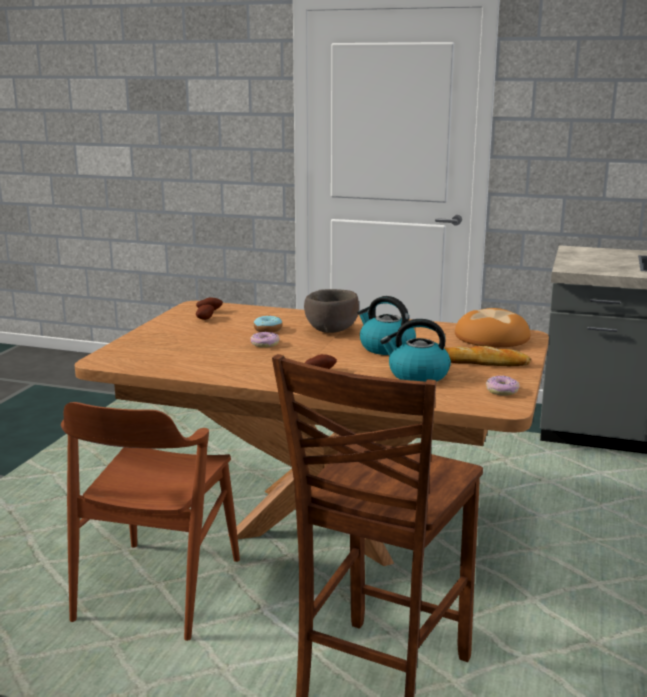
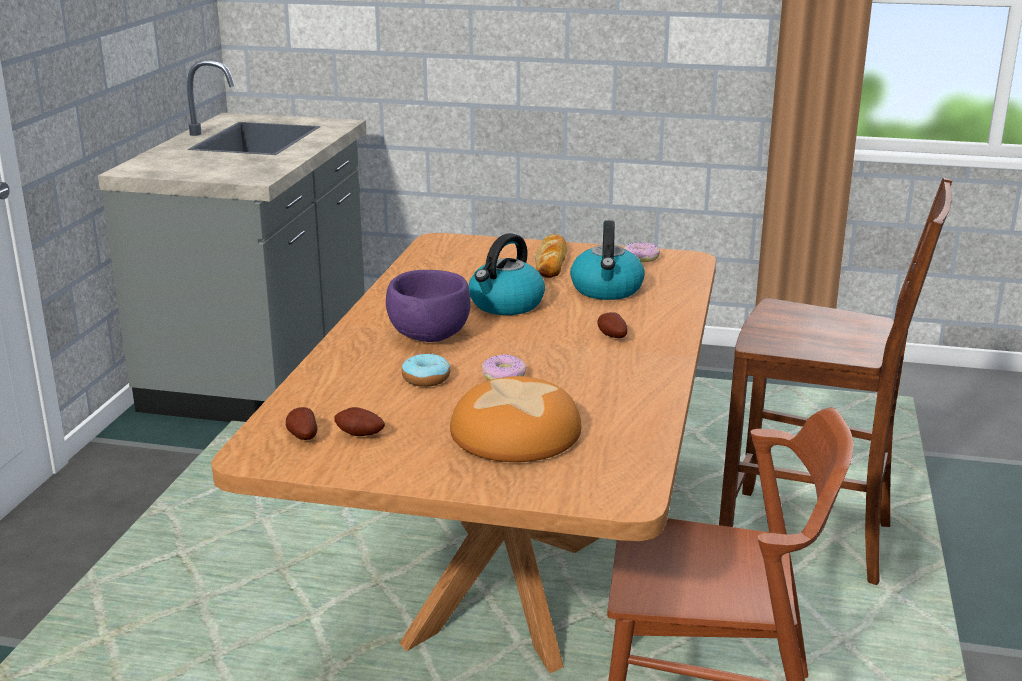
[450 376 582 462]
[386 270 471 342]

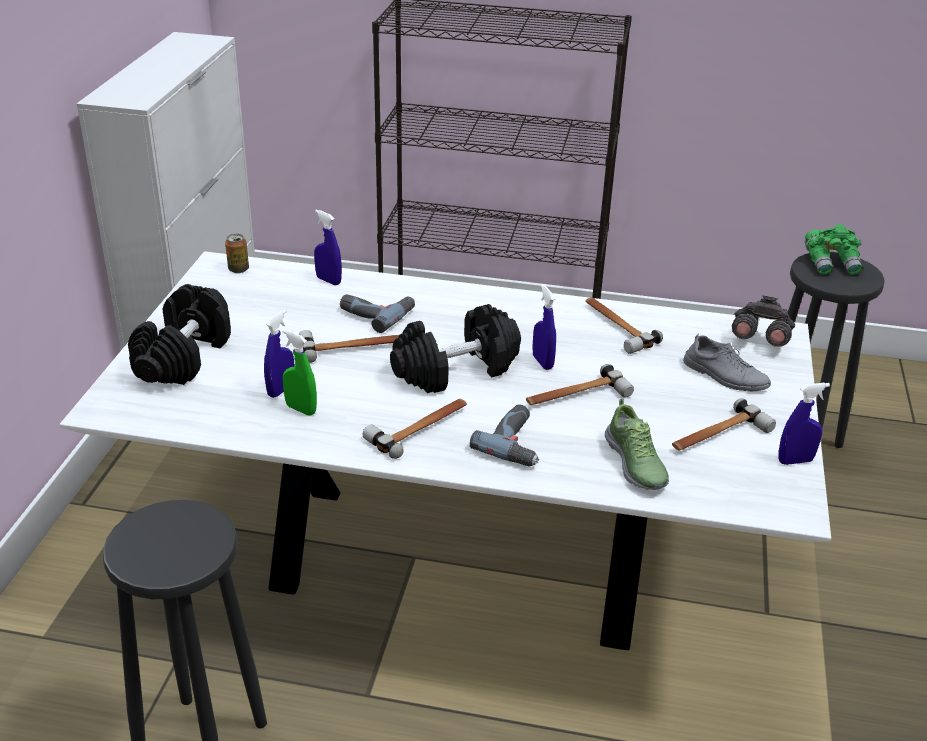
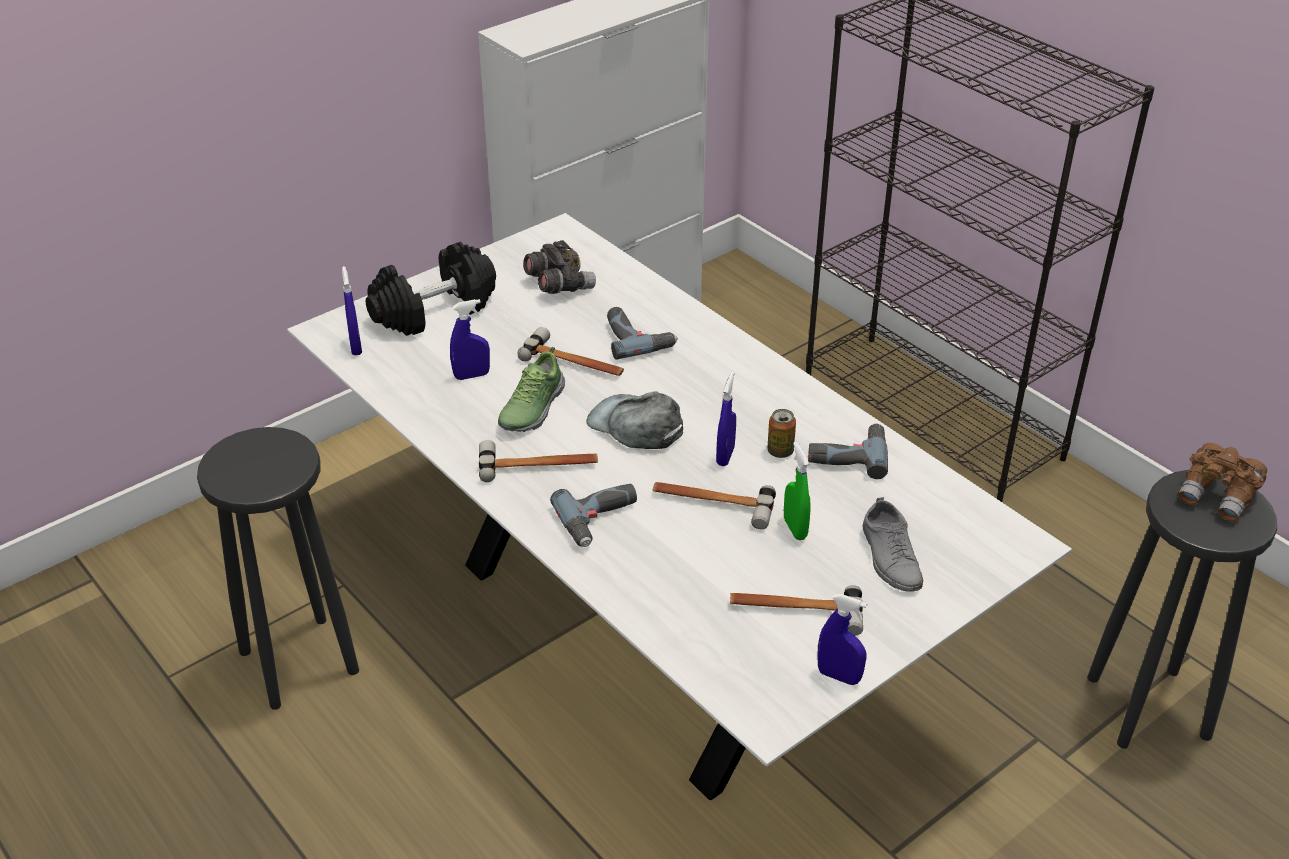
[767 409 796 458]
[784 442 810 540]
[342 266 362 355]
[498 347 565 432]
[523 240 596 294]
[586 391 683 449]
[808 424 888 479]
[1178 443 1267 522]

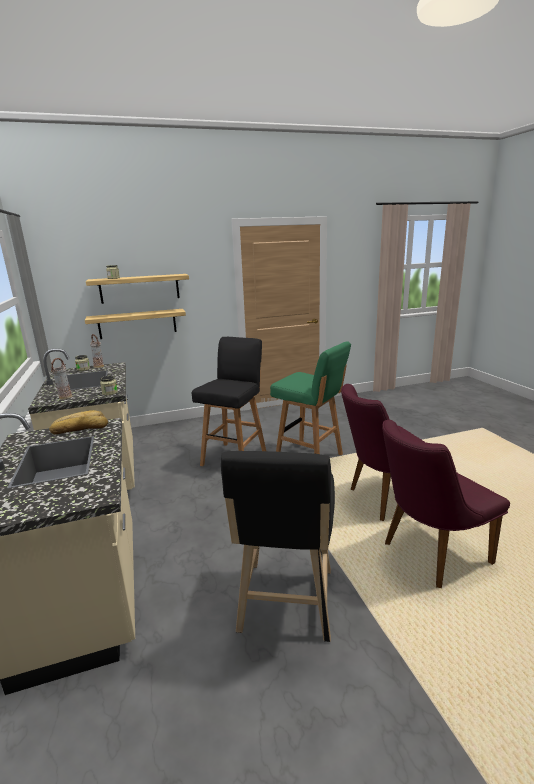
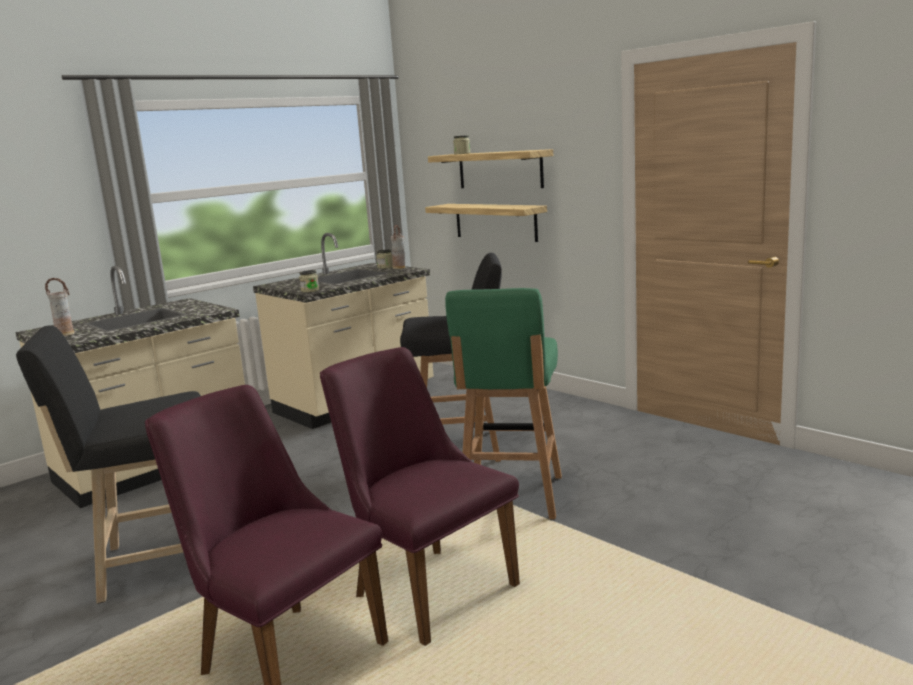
[49 410 108 434] (first image)
[45 278 74 336]

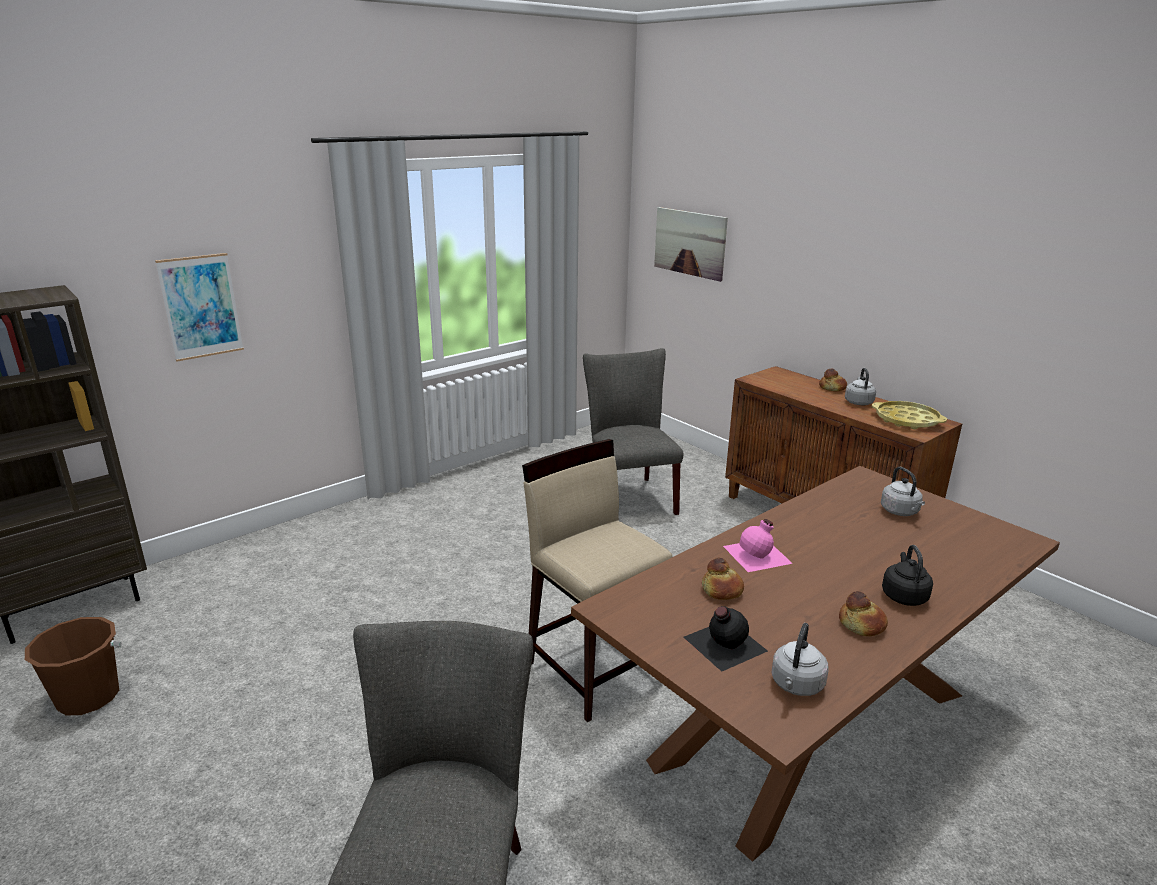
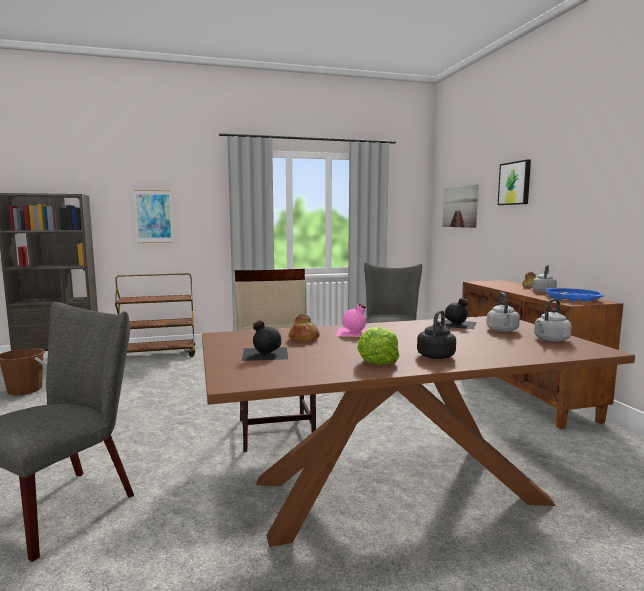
[115 273 195 357]
[440 298 477 329]
[498 160 531 205]
[534 299 572 342]
[357 327 400 365]
[546 288 604 302]

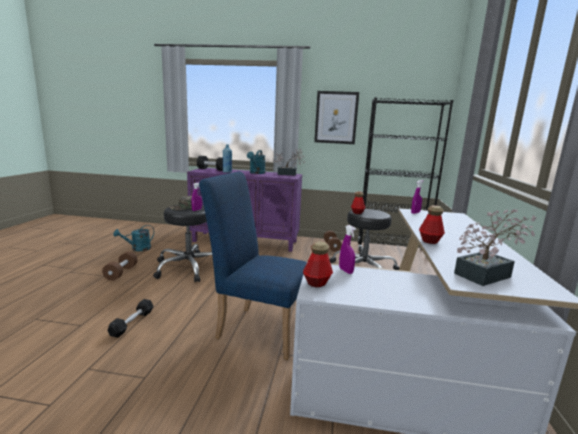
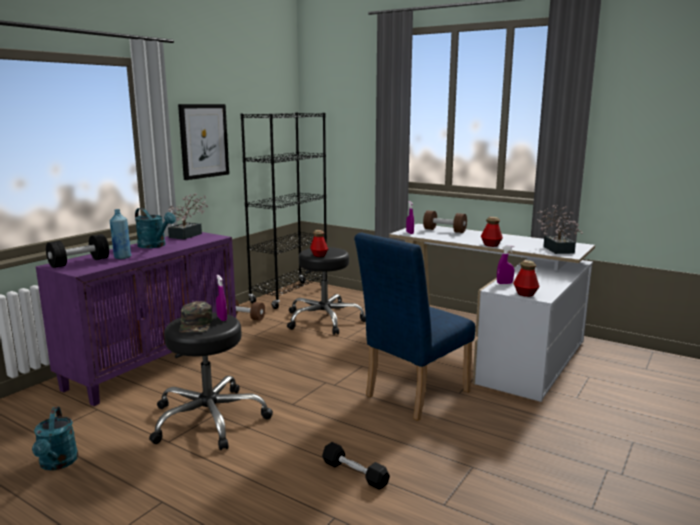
[423 210 467 233]

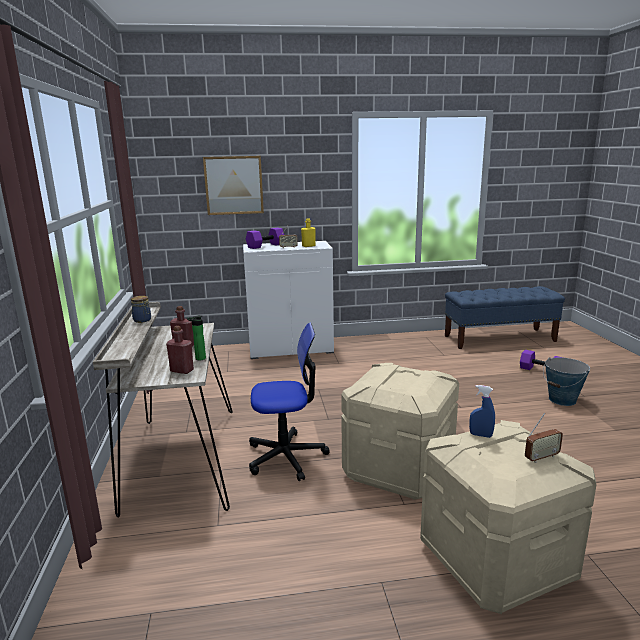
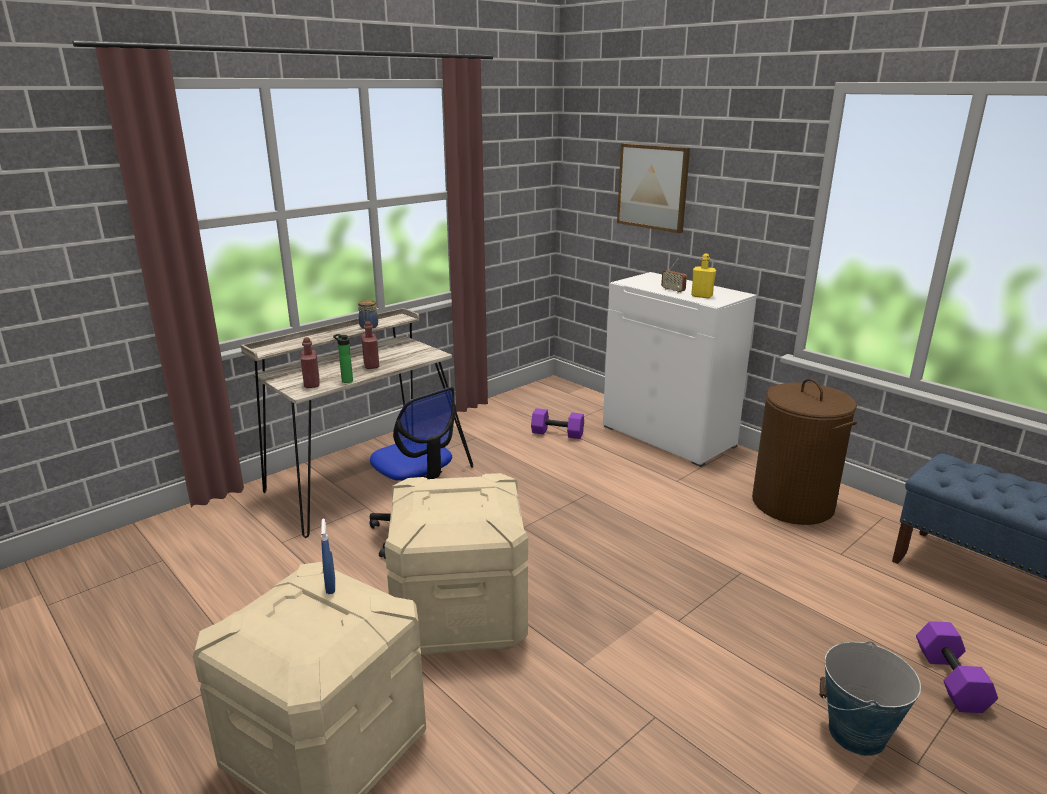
[525 413 563 463] (first image)
[752 378 857 525]
[531 408 584 439]

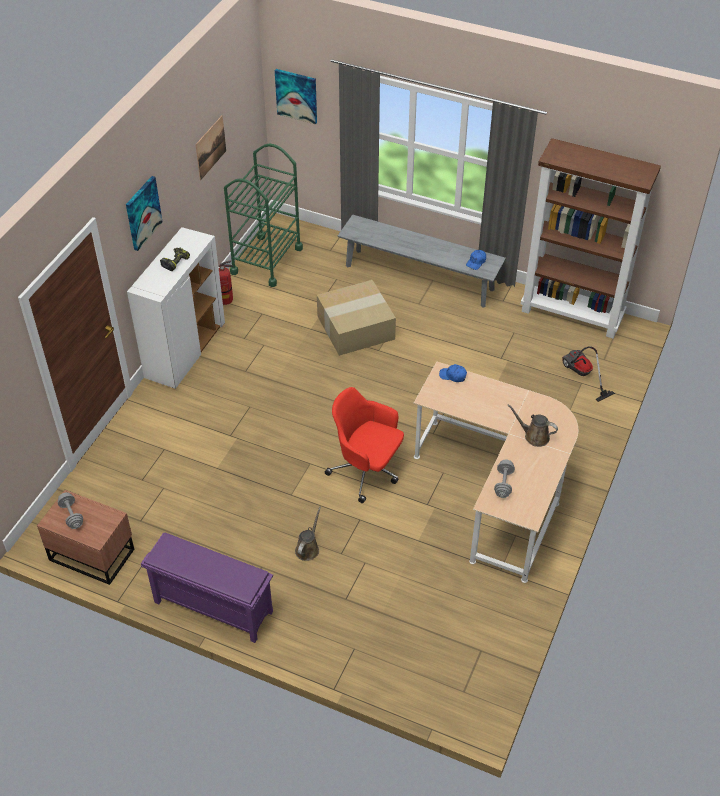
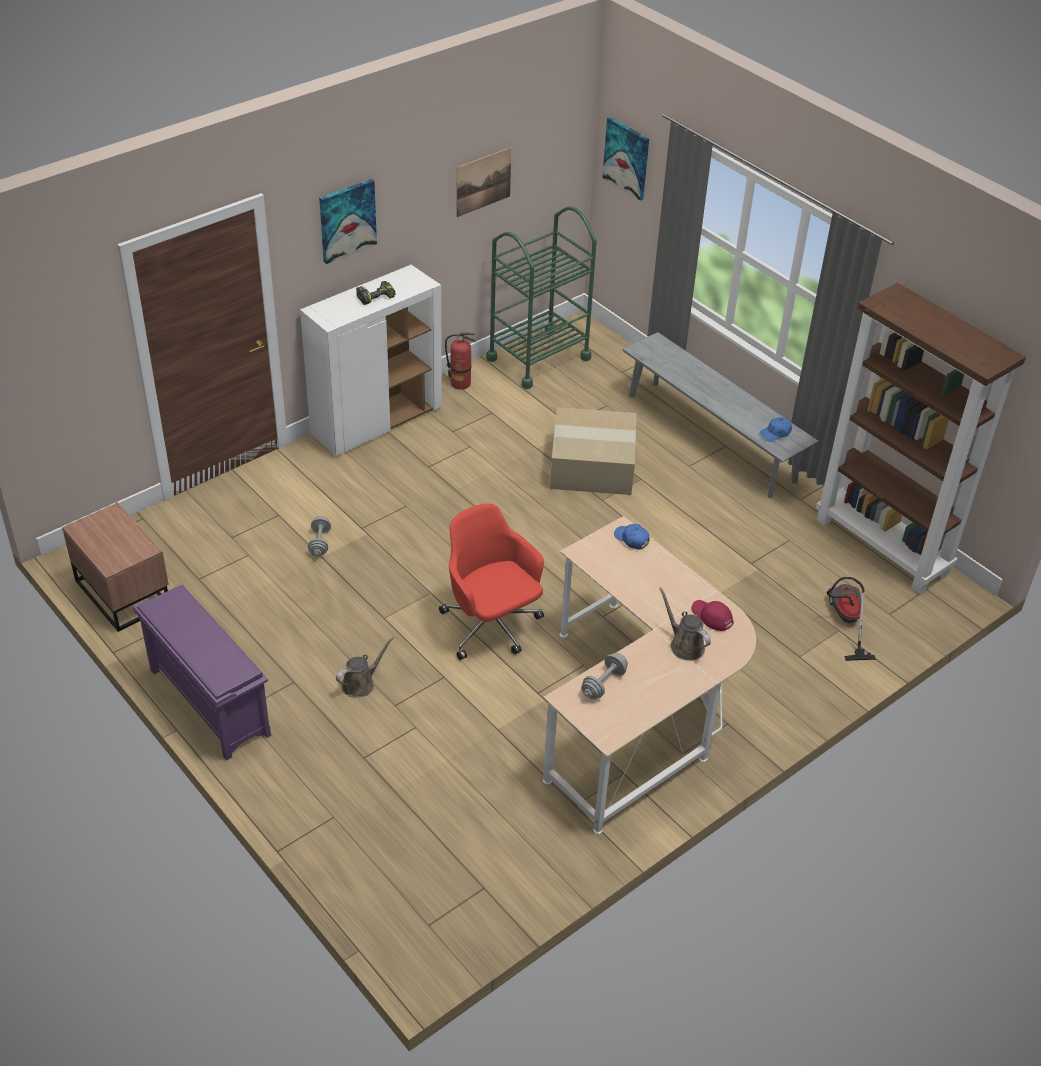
[691 600 734 631]
[308 516 331 557]

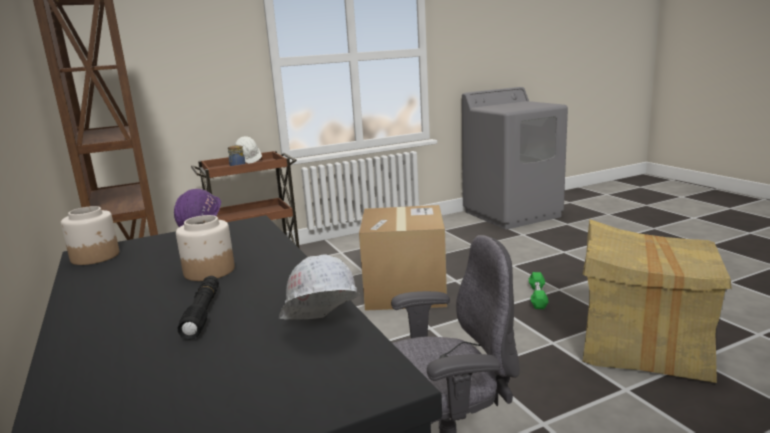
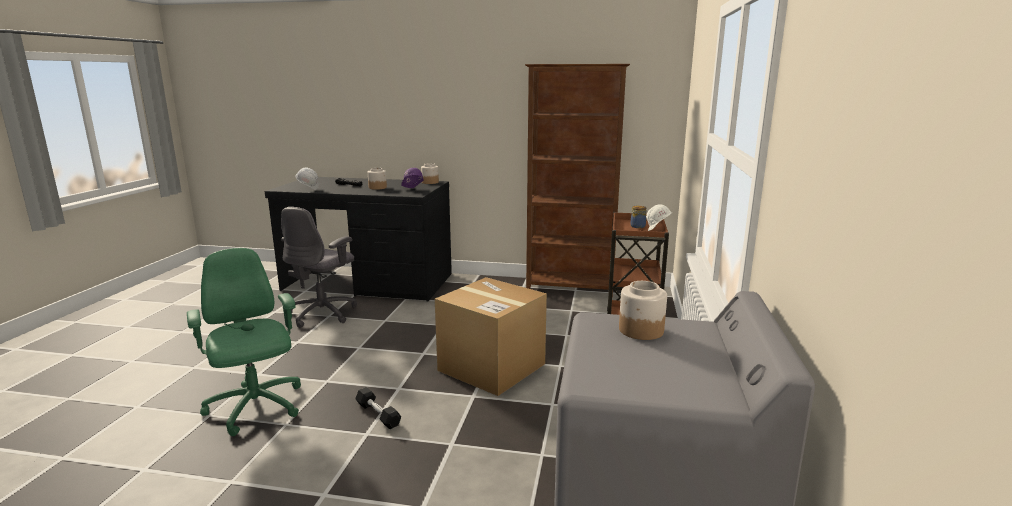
[619 281 667 340]
[187 248 301 436]
[355 387 401 429]

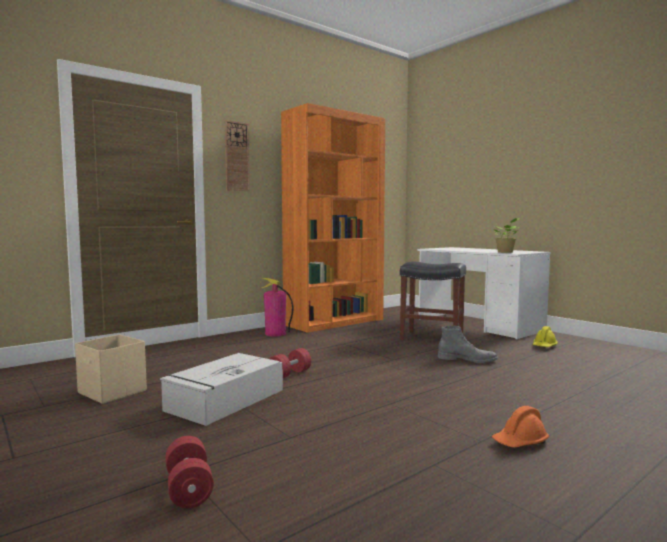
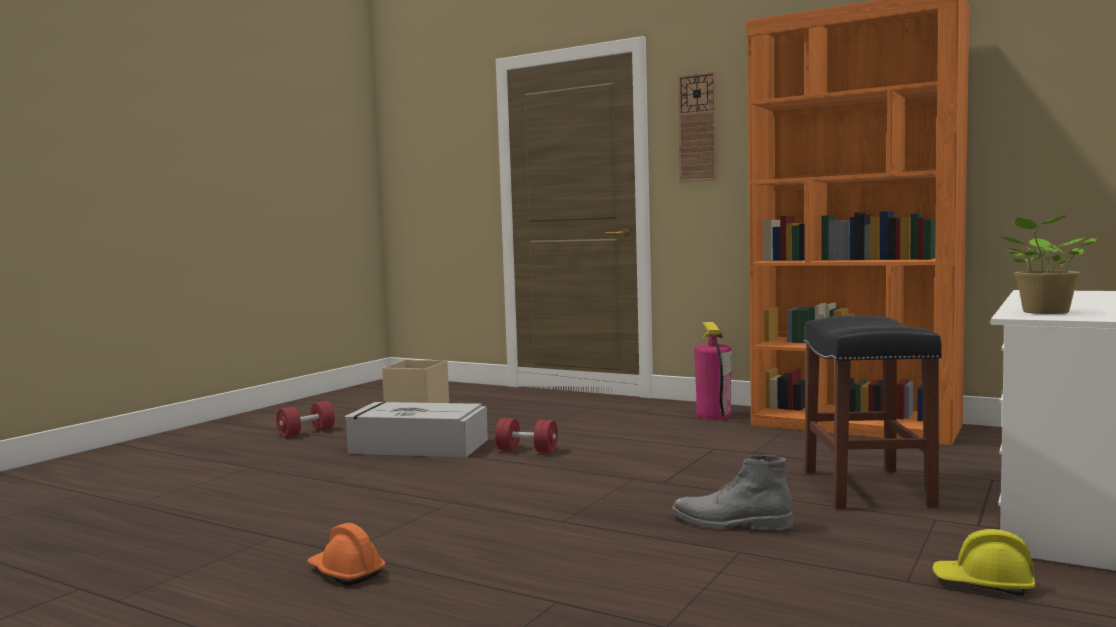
[276 401 335 437]
[672 455 793 530]

